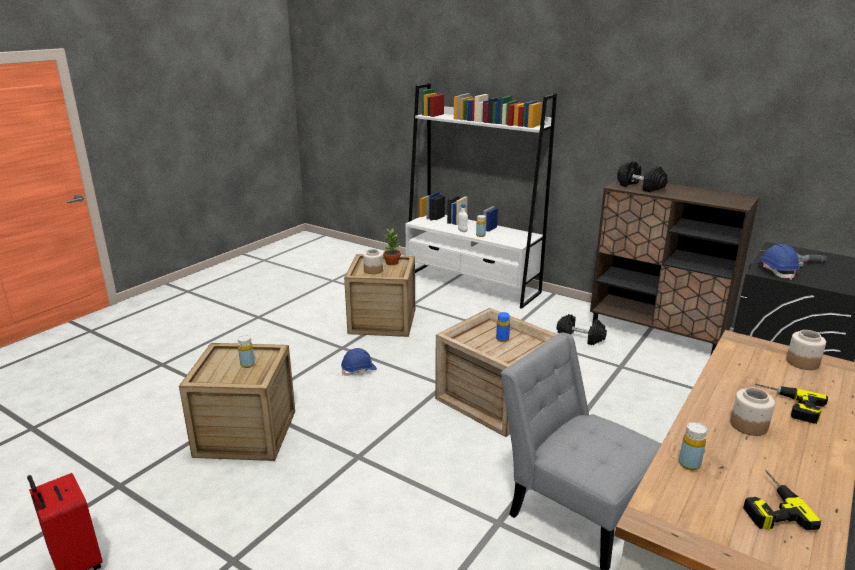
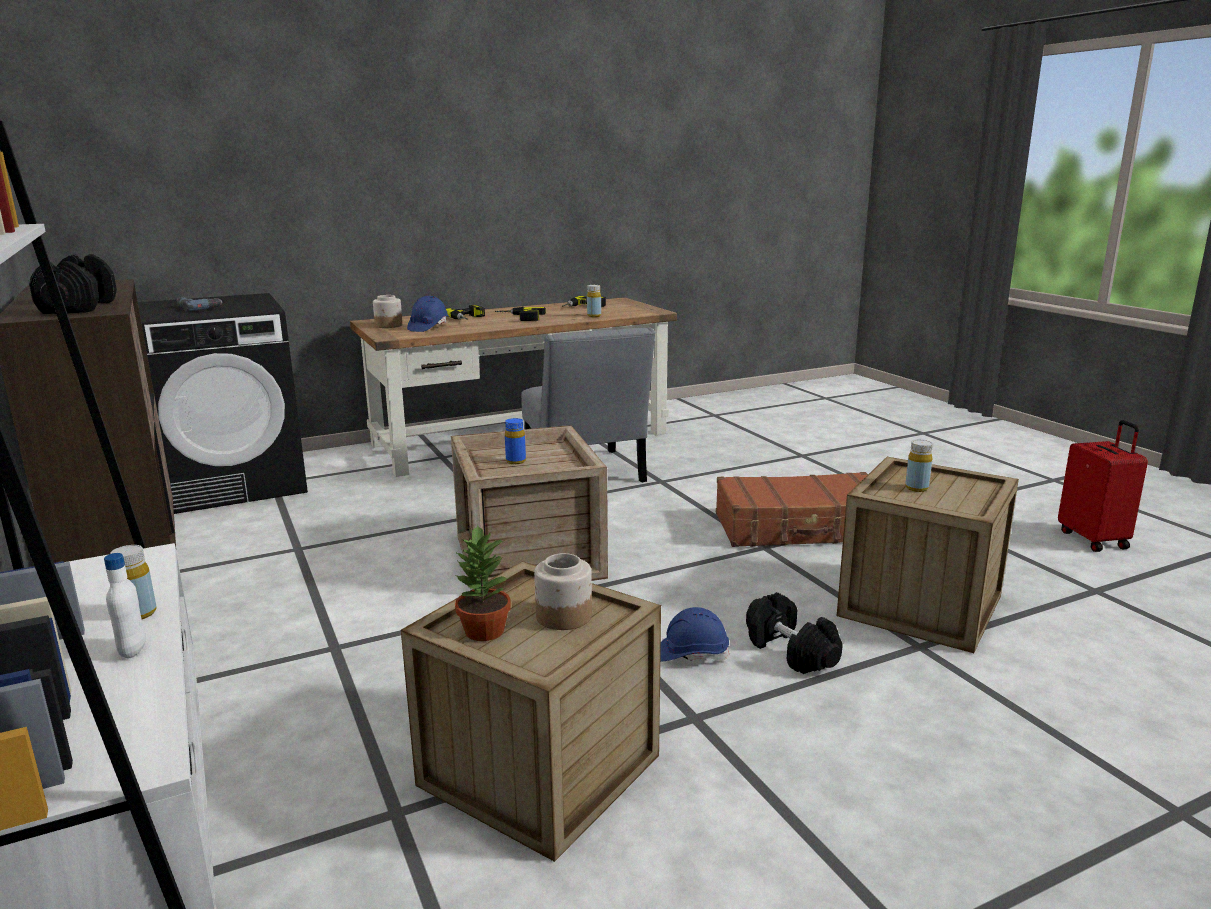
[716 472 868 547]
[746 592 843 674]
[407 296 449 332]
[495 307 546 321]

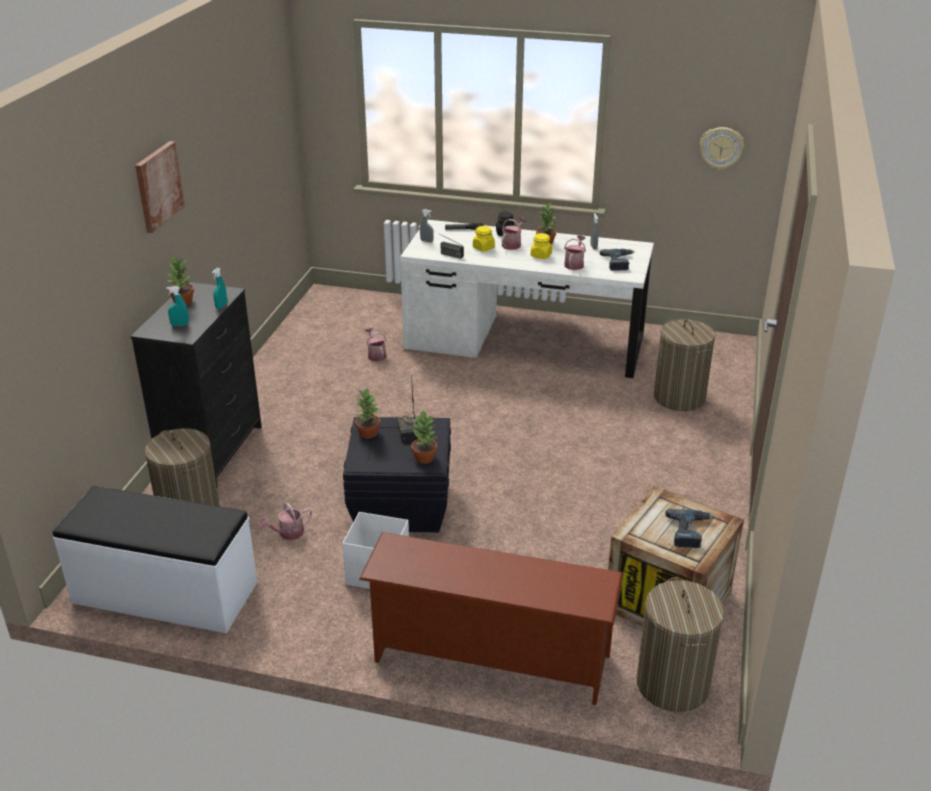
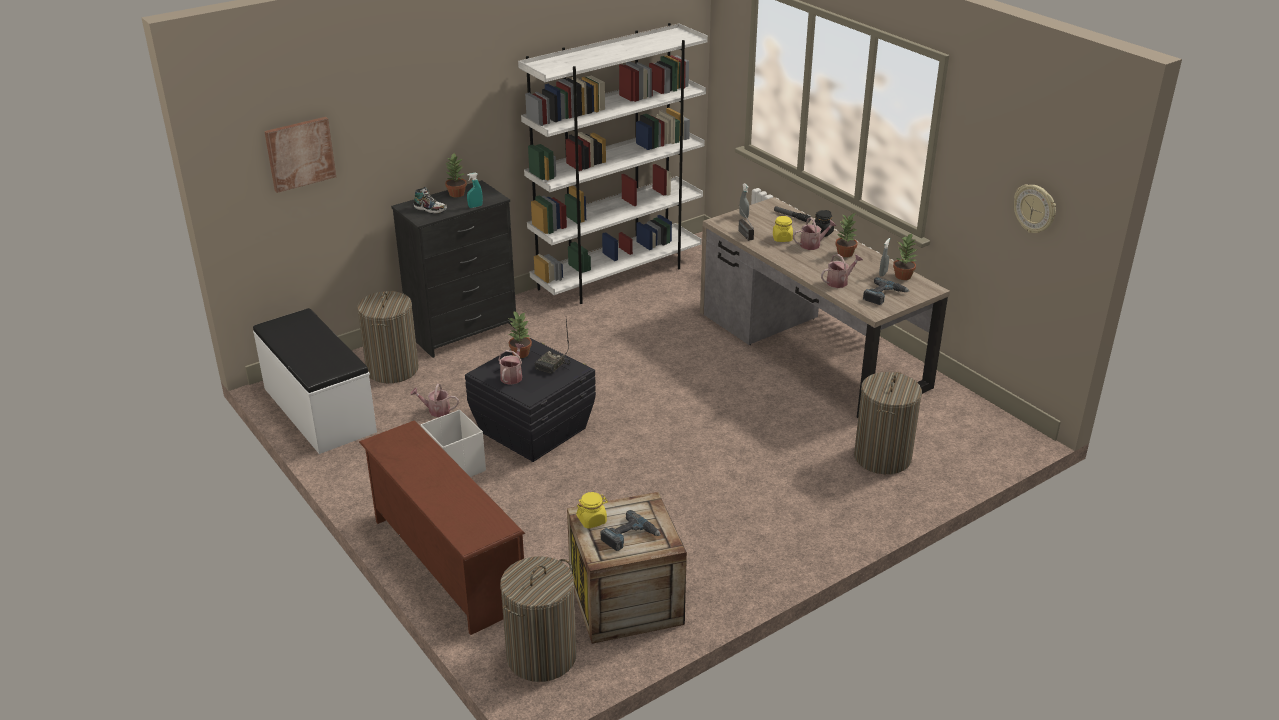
[518 23 708 304]
[264 117 336 193]
[499 343 524 385]
[893 233 917 280]
[576 492 608 529]
[414 187 447 214]
[700 197 950 418]

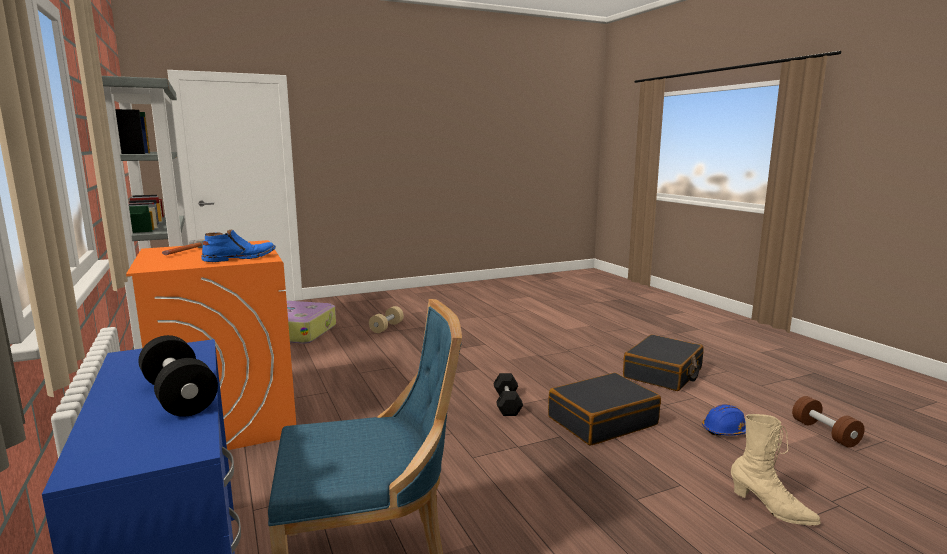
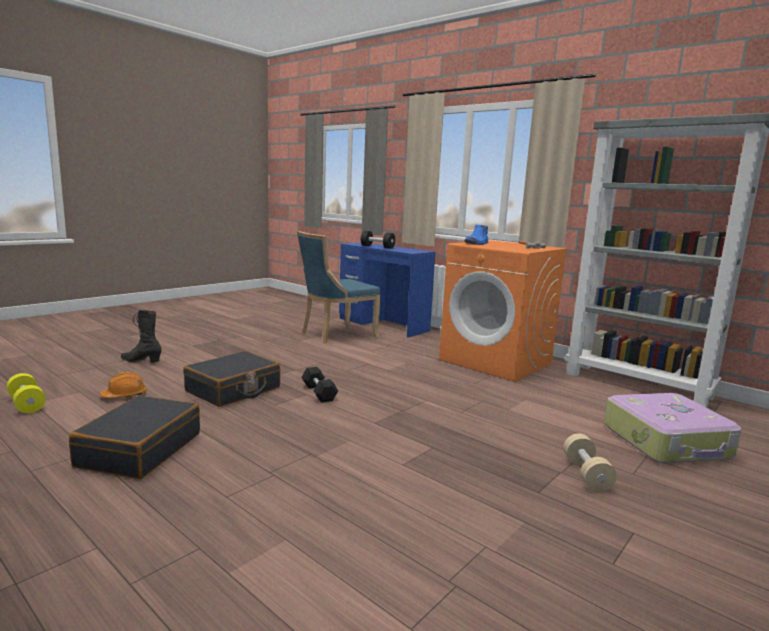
[100 372 147 398]
[121 310 162 363]
[6 373 46 413]

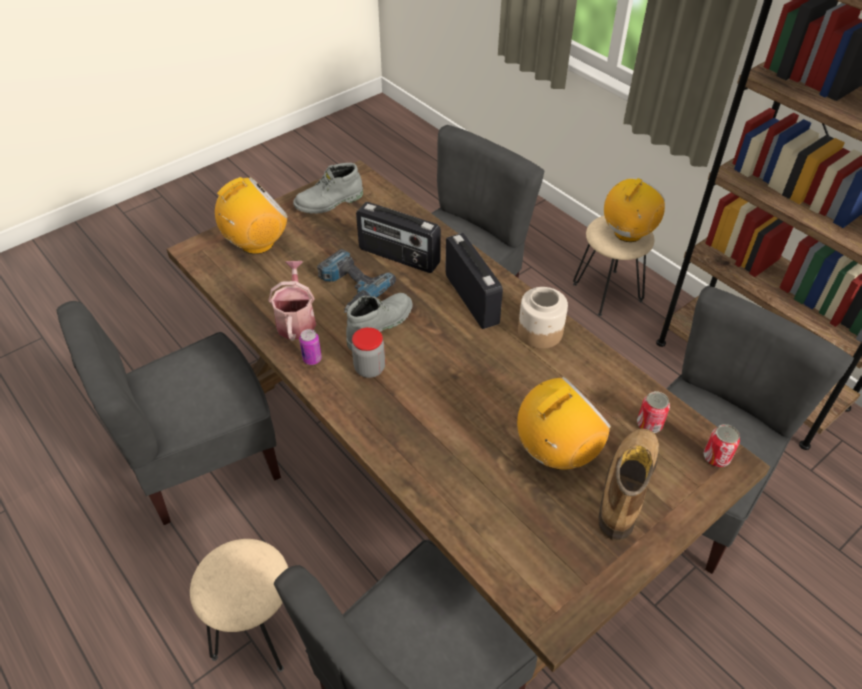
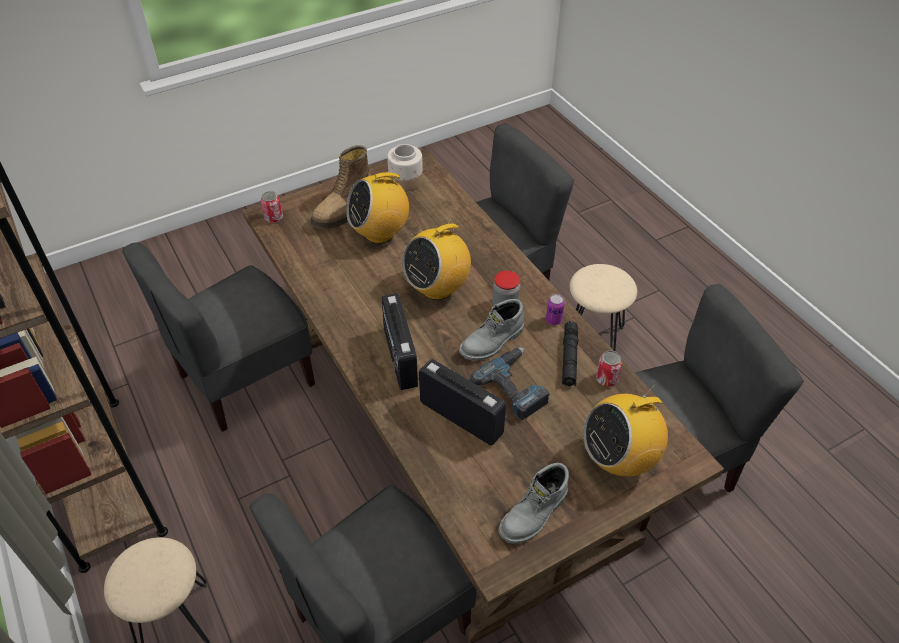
[387 144 423 192]
[402 217 471 300]
[596 350 622 387]
[562 321 578 386]
[498 463 569 544]

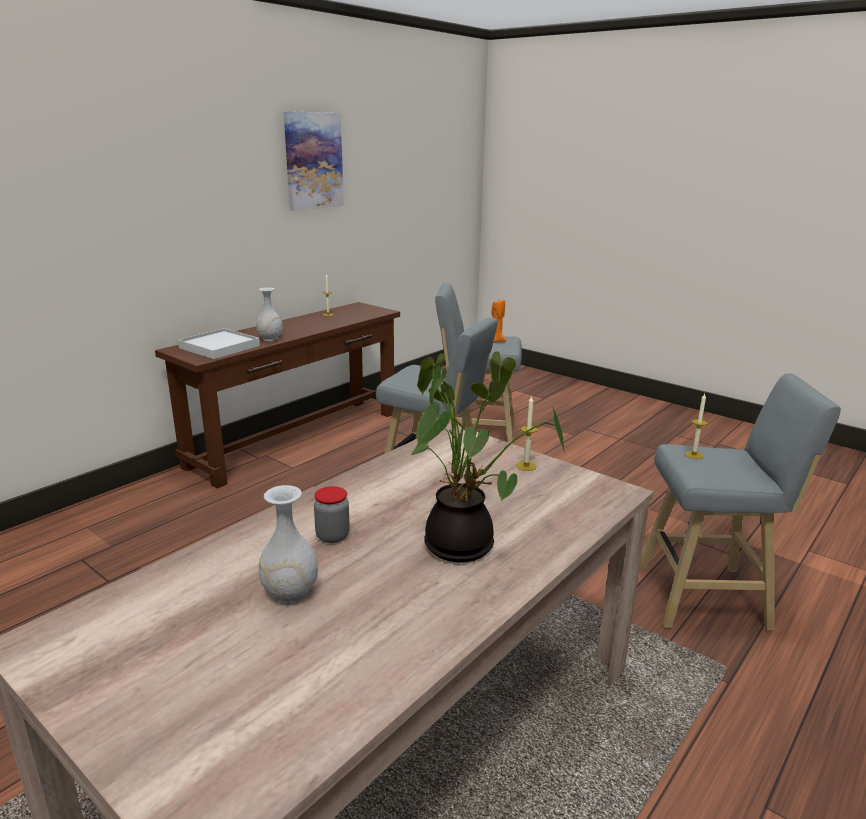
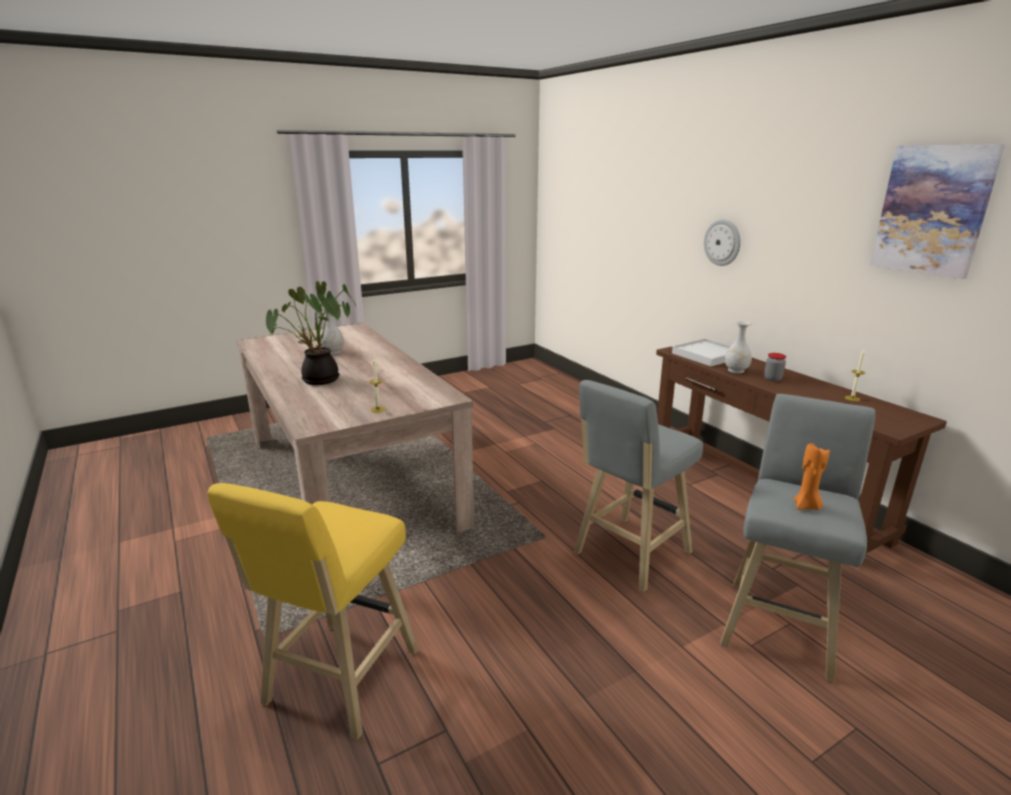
[685 394 708 459] (first image)
[704 219 741 266]
[764 353 786 382]
[207 483 418 740]

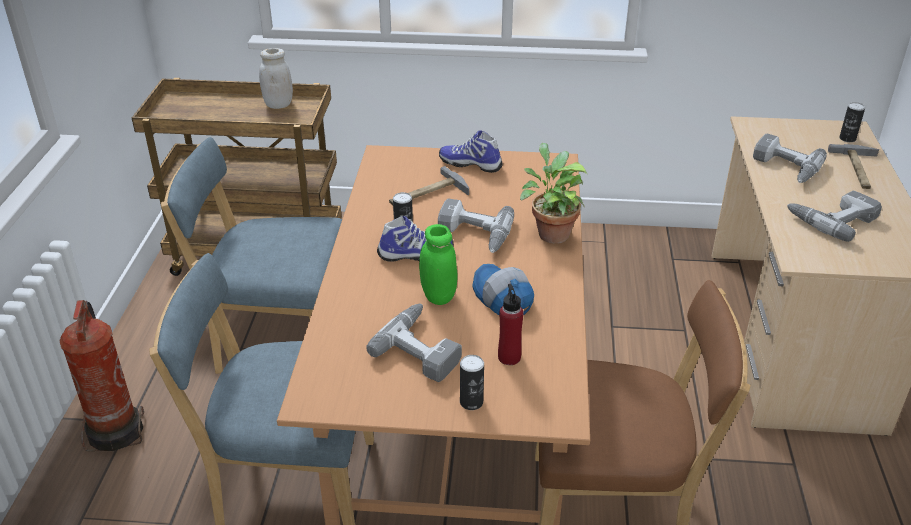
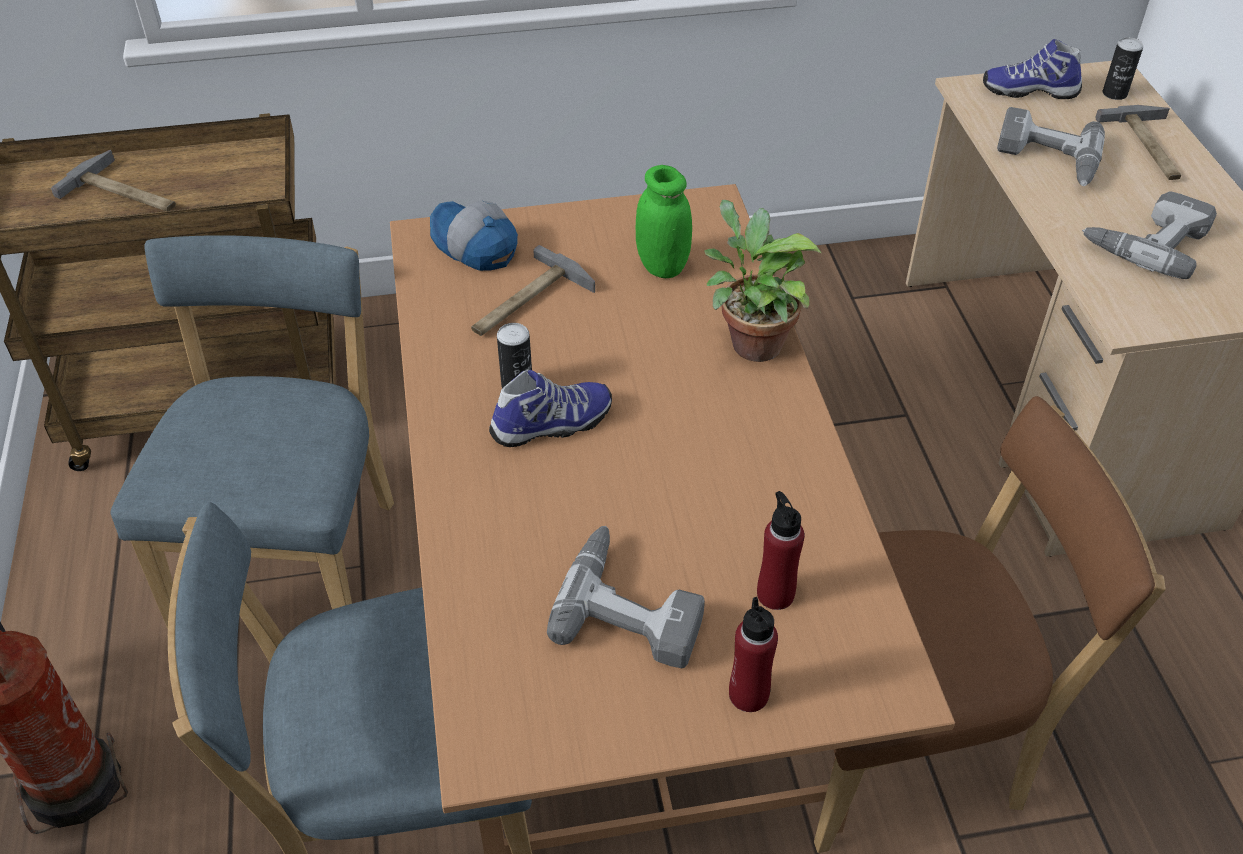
[259 48 293 109] (first image)
[438 199 514 253] (first image)
[51 150 176 211]
[636 165 692 278]
[983 39 1082 99]
[430 201 518 271]
[729 597 778 712]
[110 235 394 629]

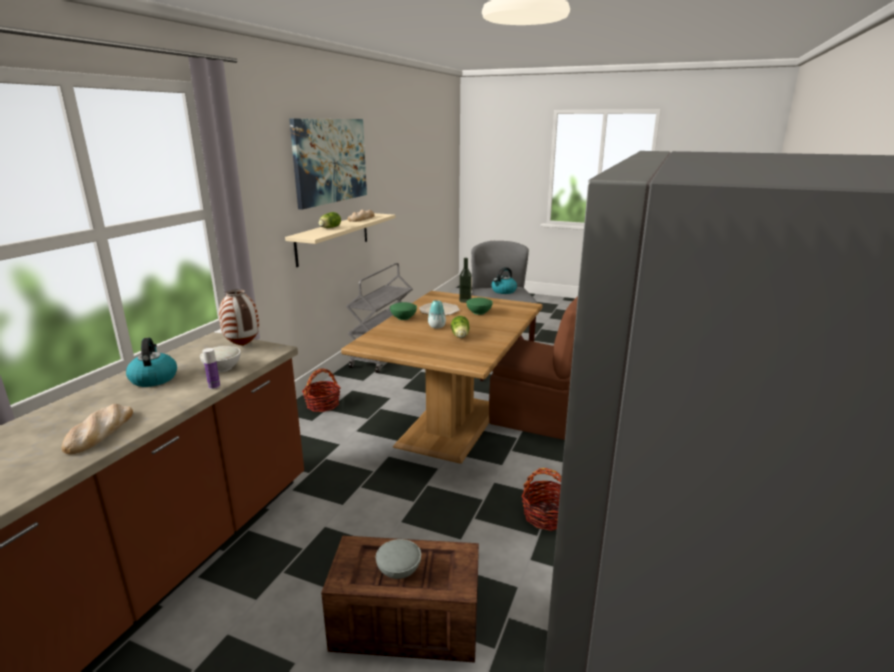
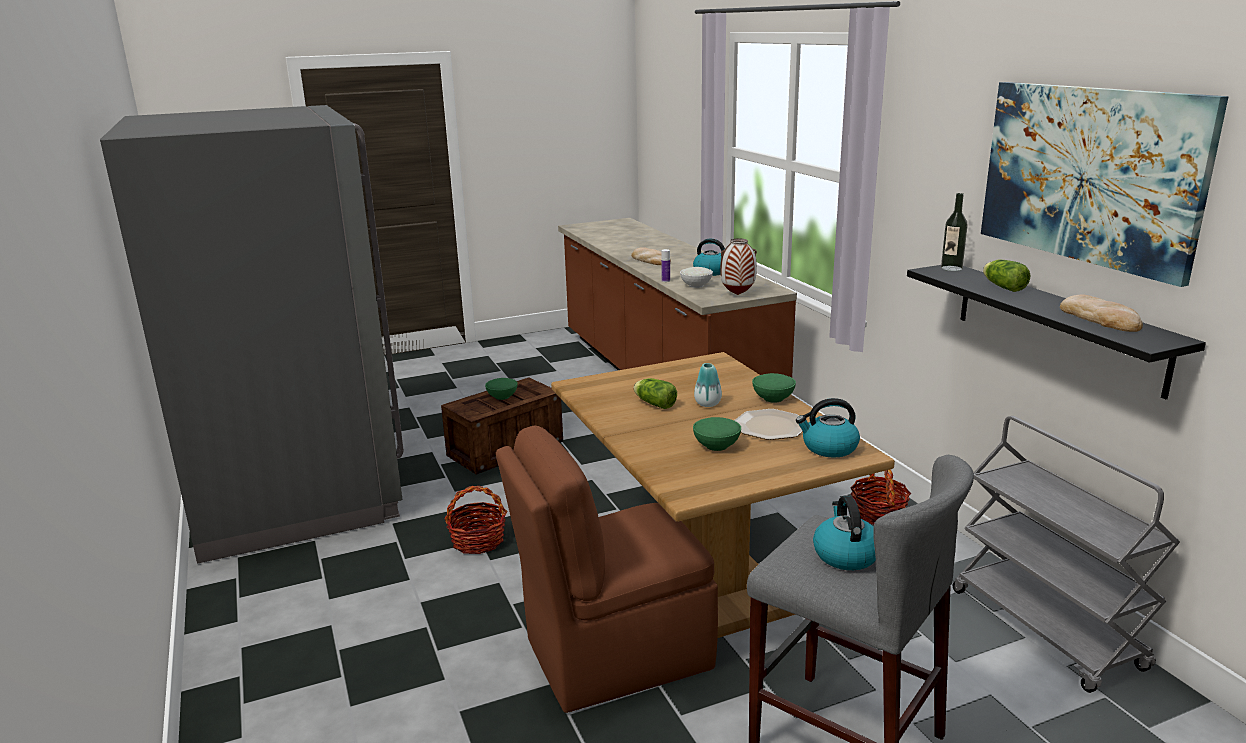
[796 398 860 457]
[941 193 968 271]
[907 265 1206 399]
[485 378 518 400]

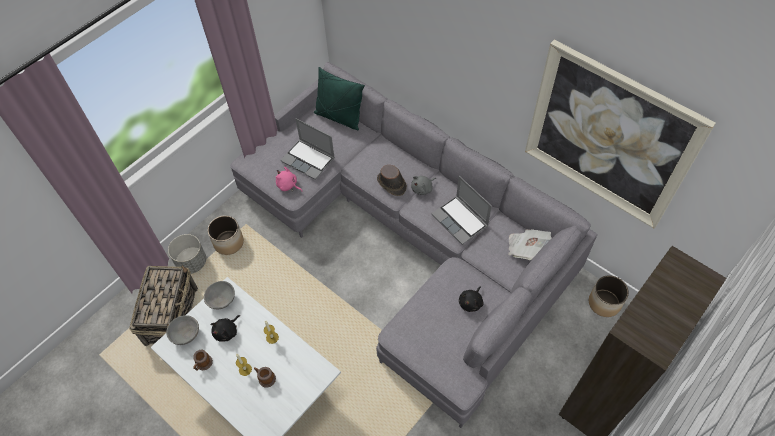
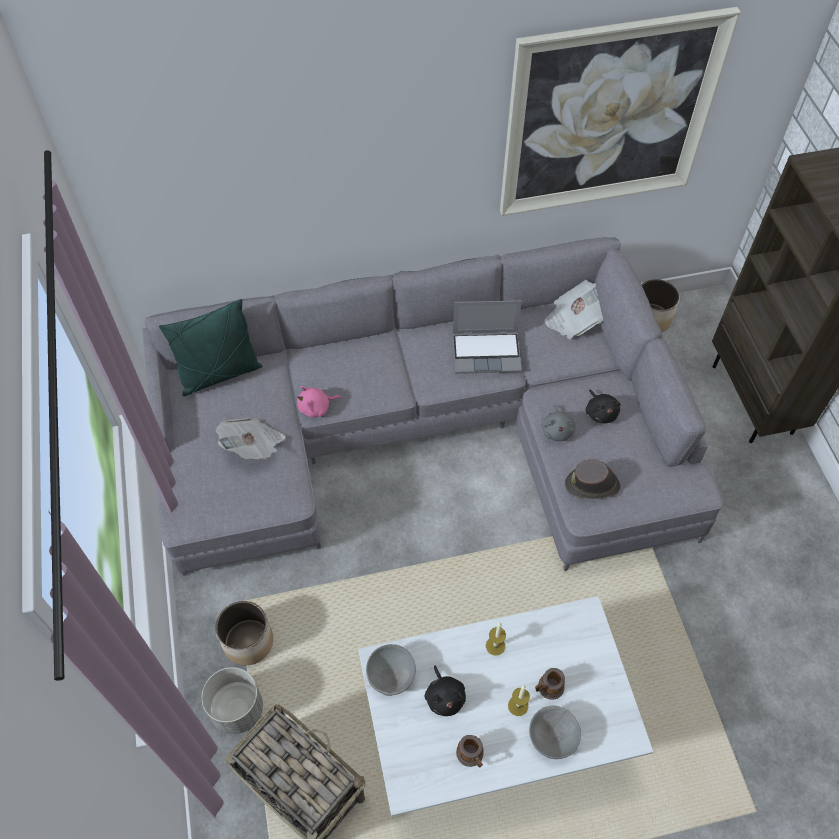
[529 705 581 759]
[297 386 342 417]
[565 459 621 499]
[541 405 576 441]
[216 418 286 459]

